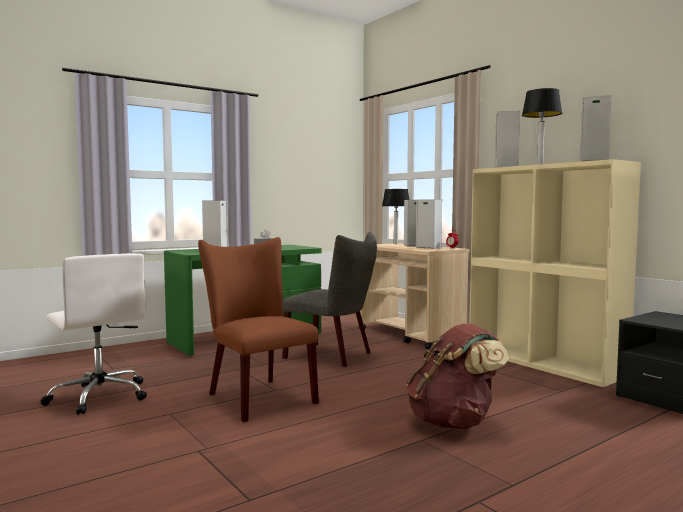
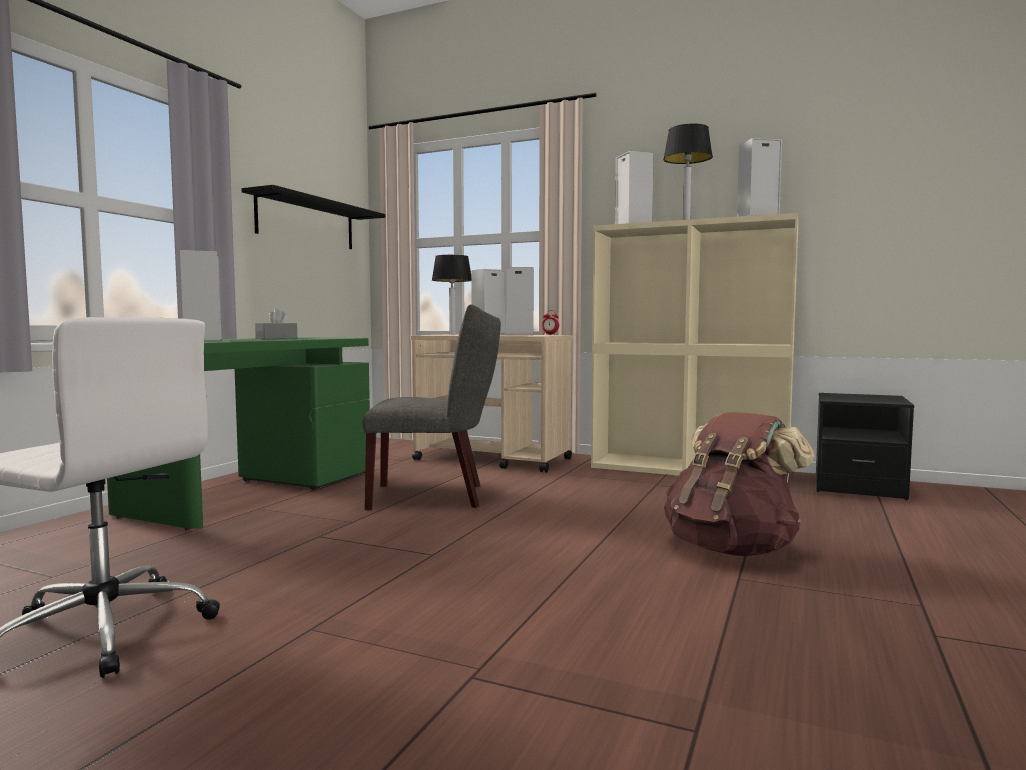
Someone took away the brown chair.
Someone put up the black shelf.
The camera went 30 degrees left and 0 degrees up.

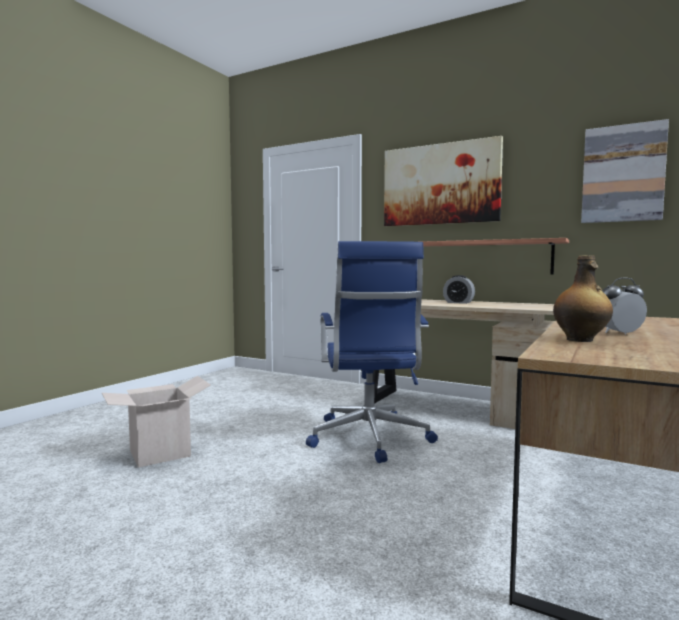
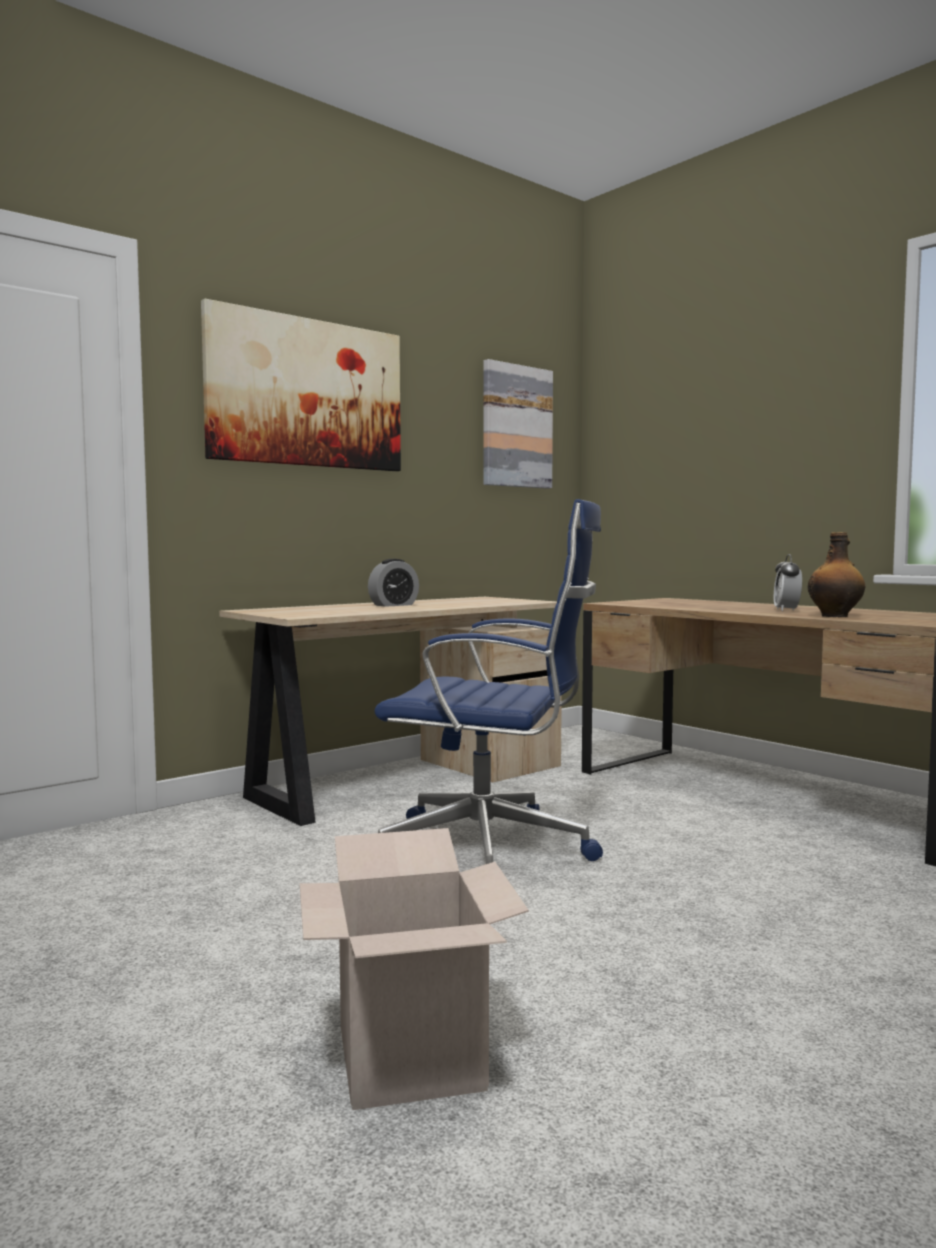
Someone took away the shelf.
The camera went 70 degrees left and 0 degrees up.

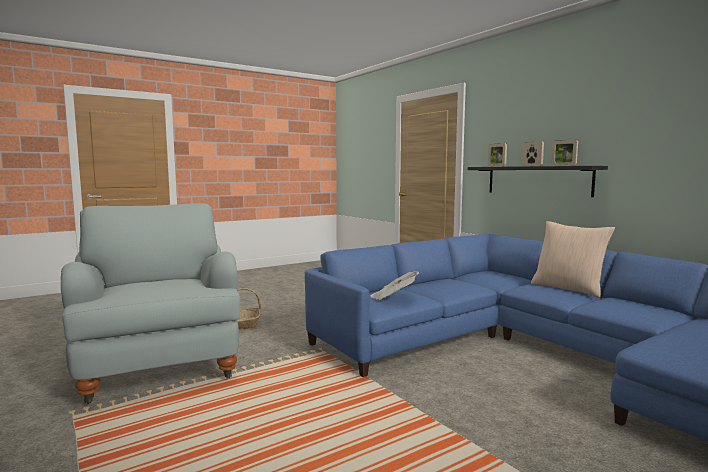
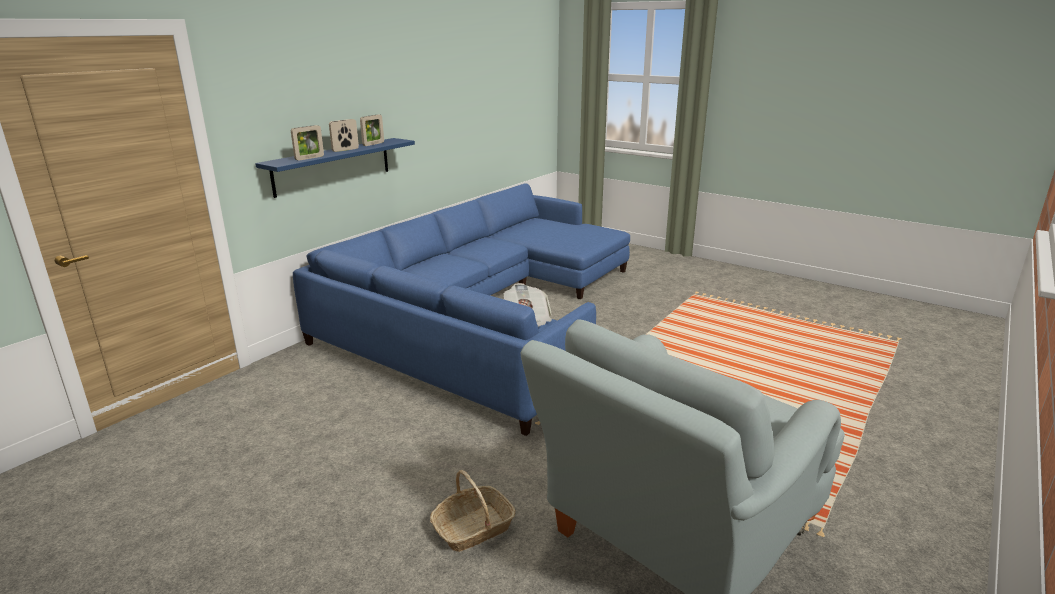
Someone repainted the black shelf, which became the blue shelf.
Someone took away the beige pillow.
The camera went 110 degrees left and 15 degrees up.

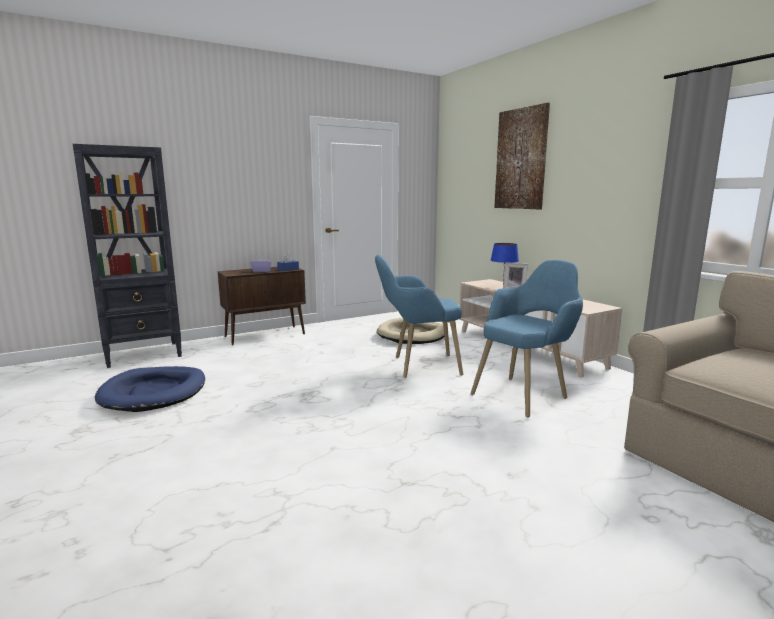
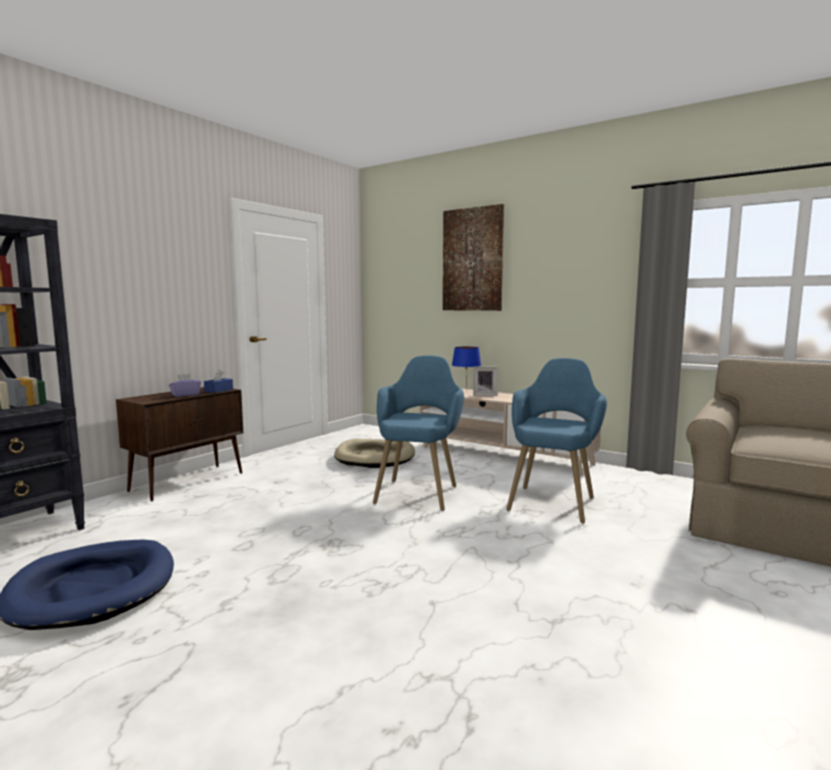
Someone rotated the blue armchair (1st from left) by 135 degrees clockwise.
The camera went 25 degrees left and 5 degrees down.

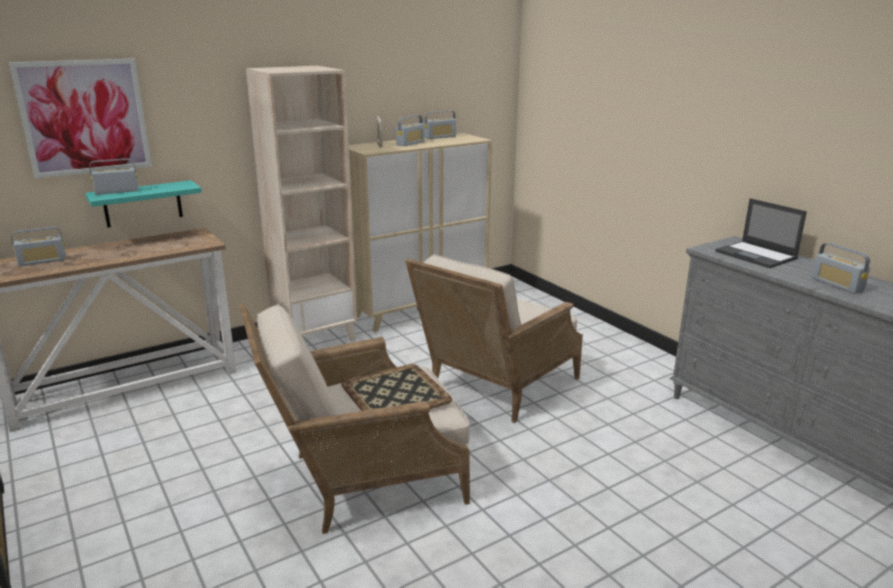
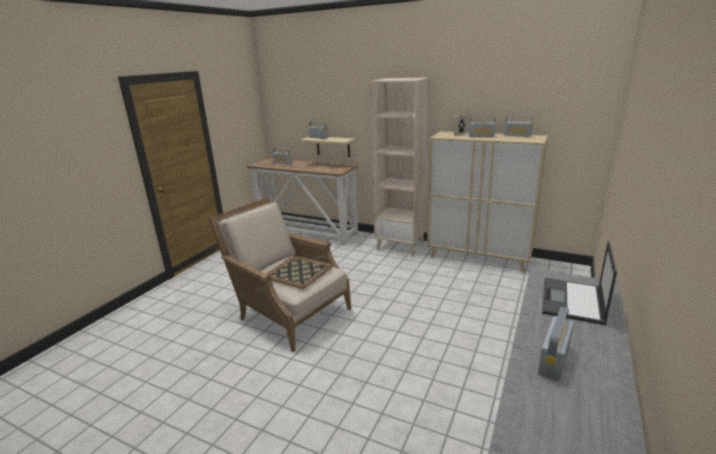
Someone took away the picture.
Someone repainted the turquoise shelf, which became the beige shelf.
Someone took away the beige armchair (2nd from left).
The camera went 60 degrees right and 0 degrees up.

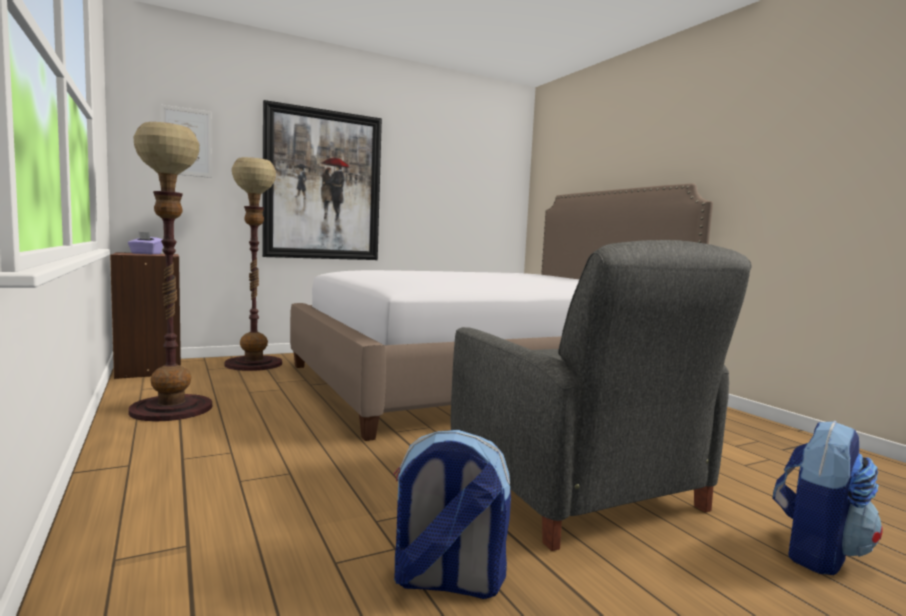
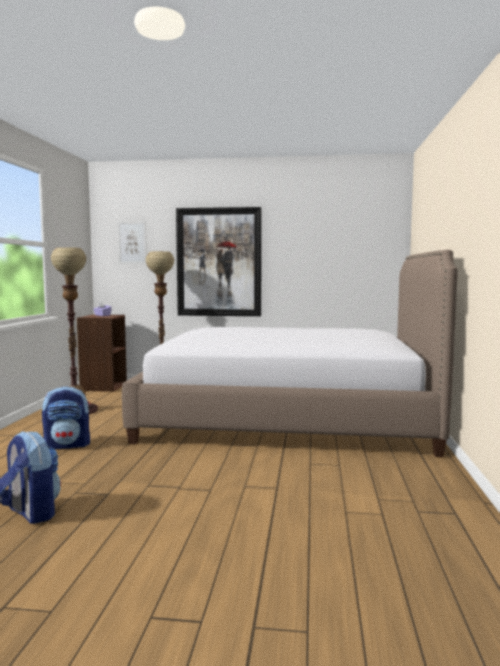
Someone took away the grey armchair.
Someone carried the backpack (2nd from left).
The camera went 35 degrees right and 0 degrees up.

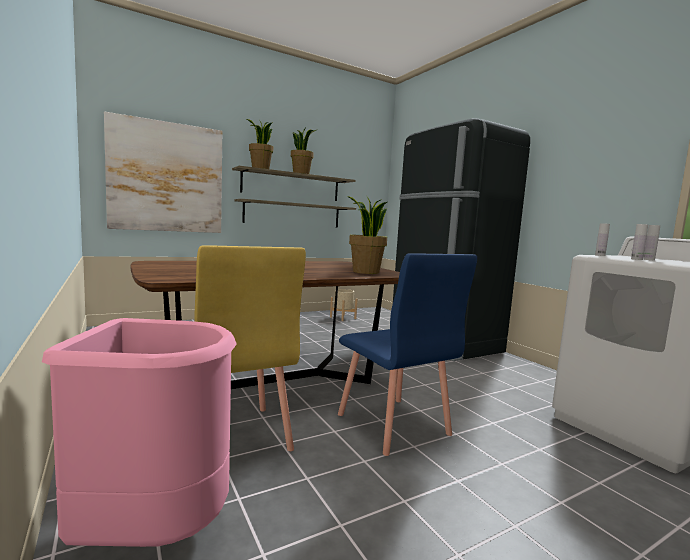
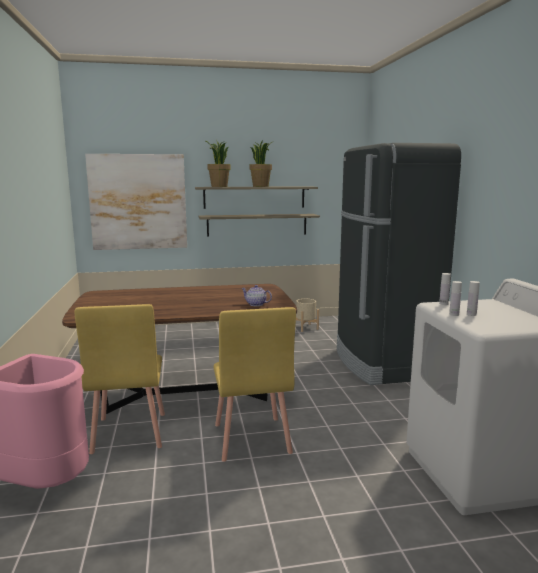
Someone swapped the potted plant (3rd from left) for the teapot.
Someone repainted the blue chair, which became the yellow chair (2nd from left).
The camera went 20 degrees right and 5 degrees up.

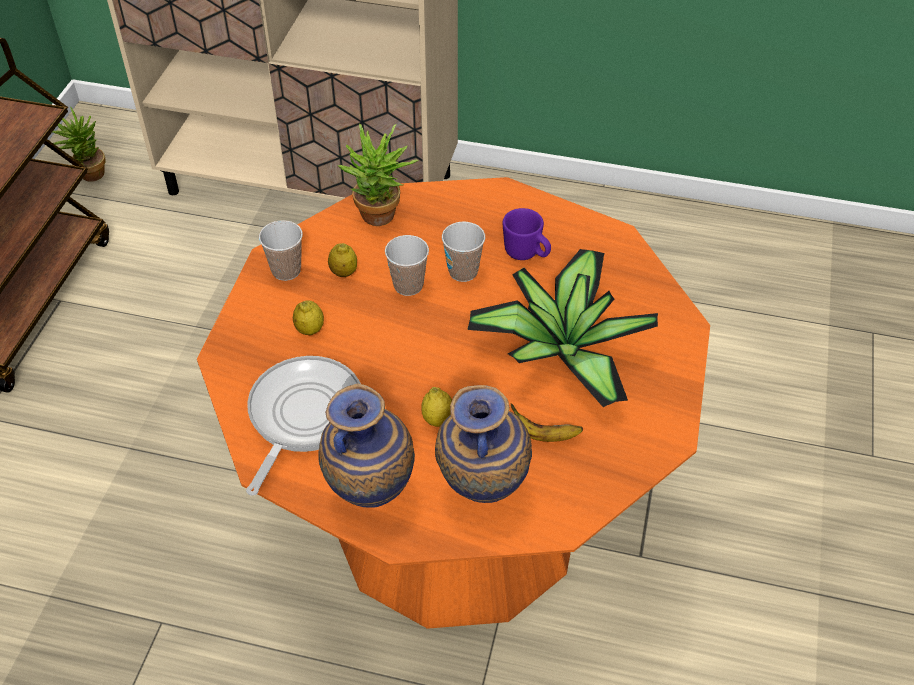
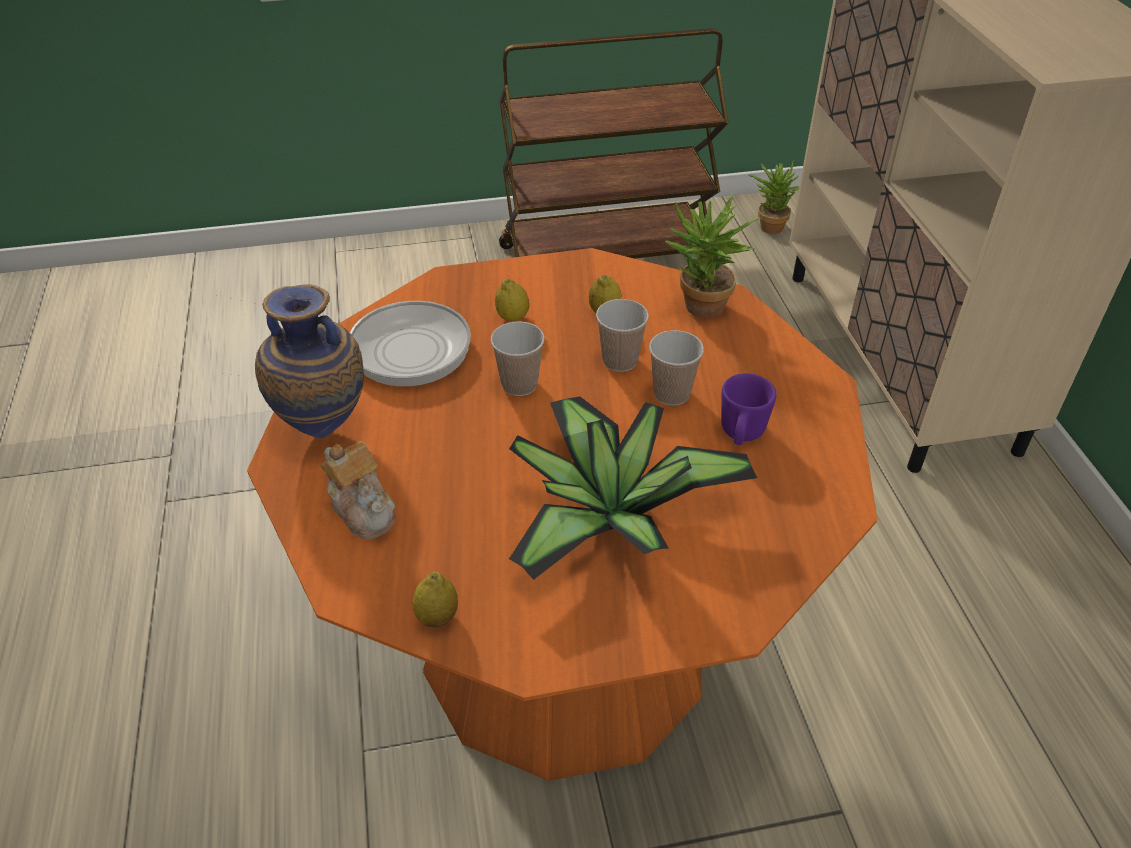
Someone carried the cup (1st from left).
Someone swapped the vase (2nd from left) for the teapot.
Someone carried the lemon (3rd from left in the first image).
Someone took away the banana.
The camera went 65 degrees right and 5 degrees down.

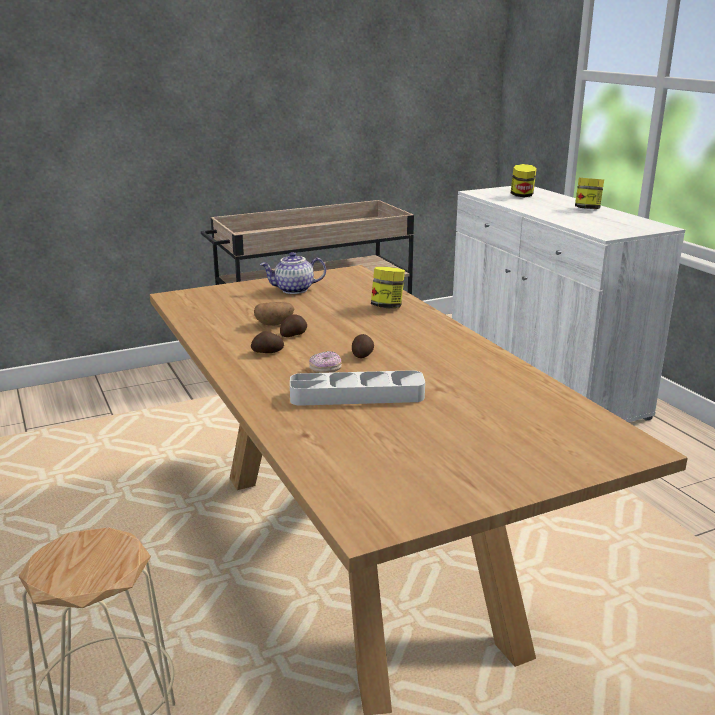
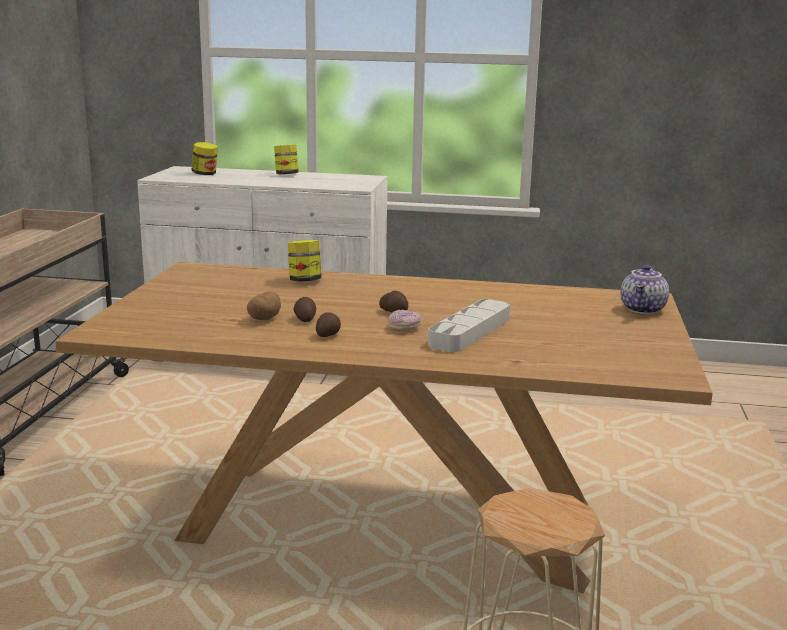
Someone carried the teapot.
The camera went 55 degrees left and 5 degrees down.

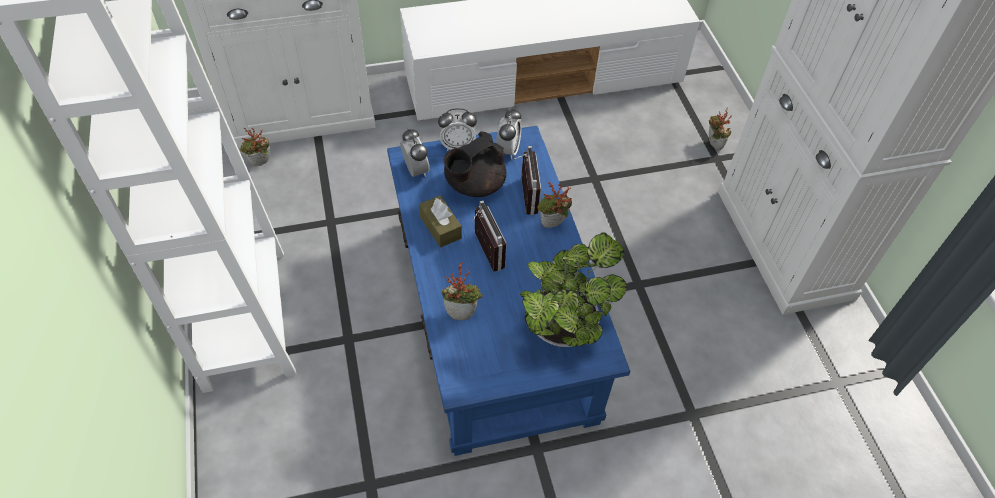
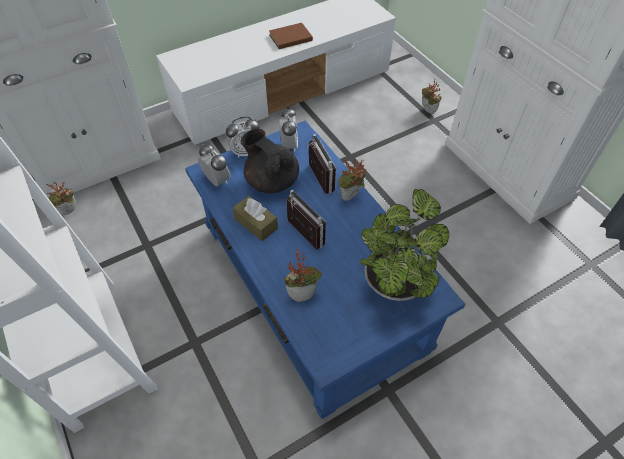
Someone rotated the black teapot by 105 degrees clockwise.
Someone put down the brown book.
The camera went 15 degrees left and 0 degrees up.

